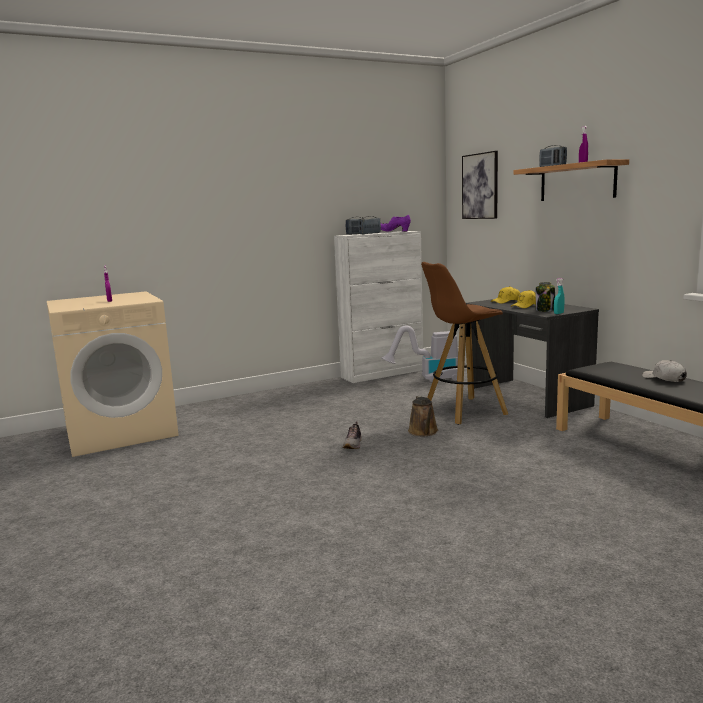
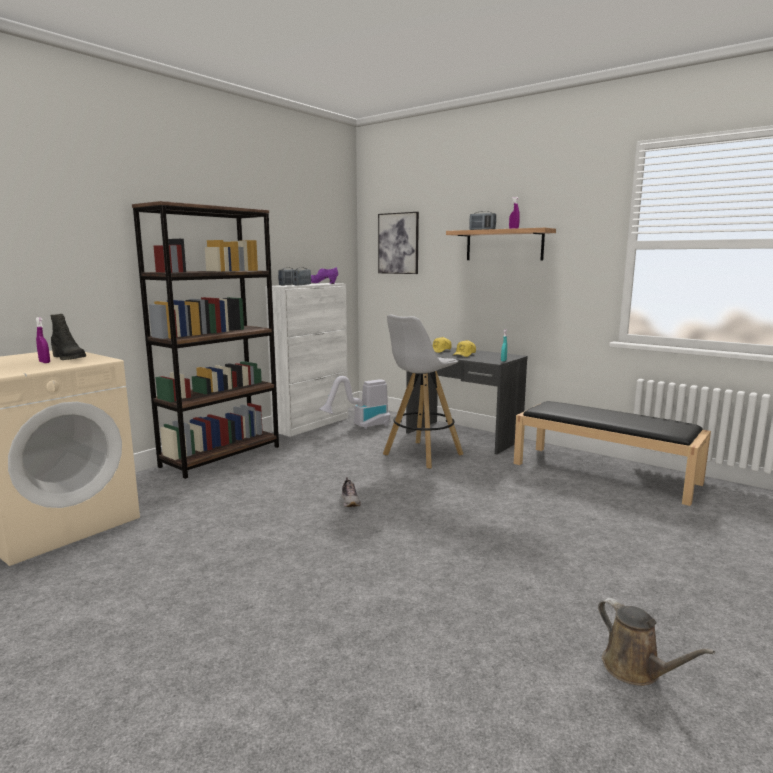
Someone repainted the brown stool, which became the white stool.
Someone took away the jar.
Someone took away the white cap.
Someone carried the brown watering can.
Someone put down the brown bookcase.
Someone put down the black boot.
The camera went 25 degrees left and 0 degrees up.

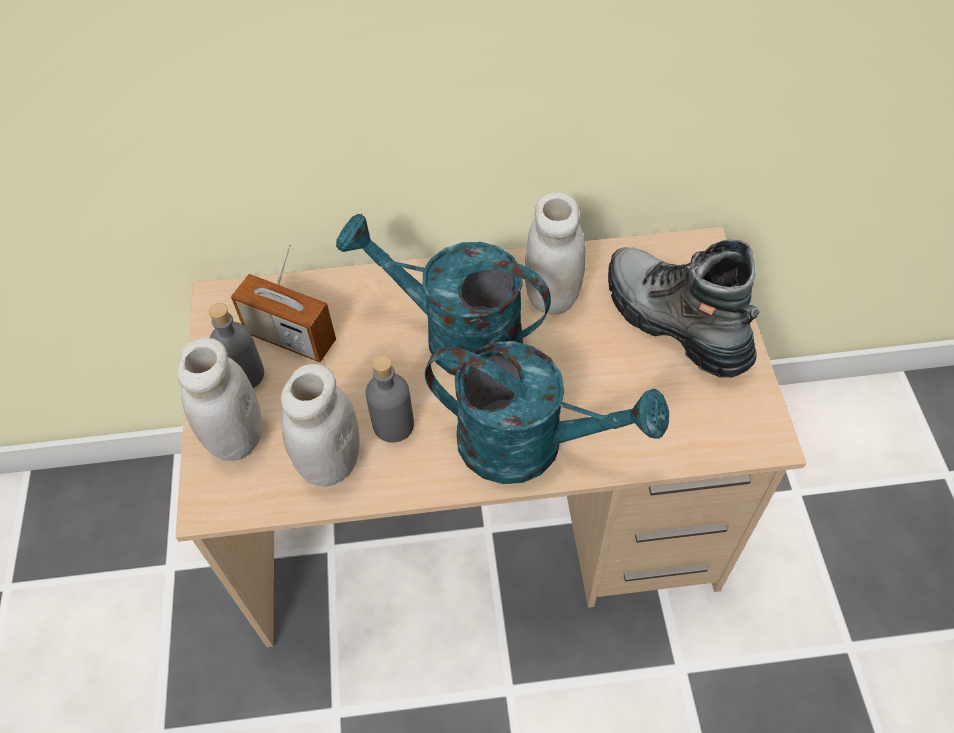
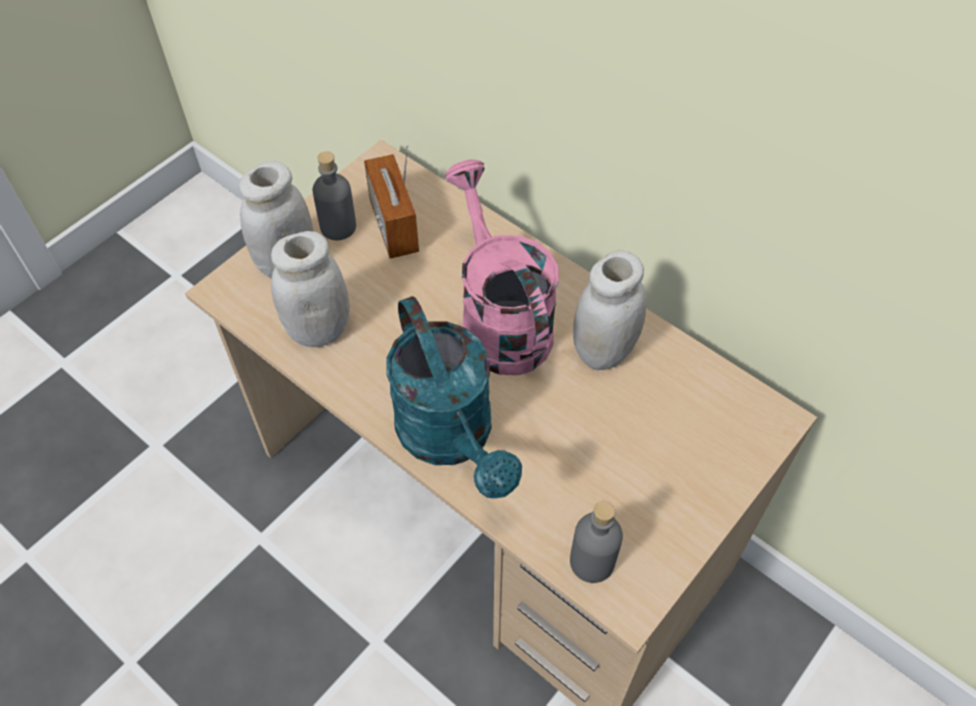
Someone repainted the turquoise watering can (1st from left), which became the pink watering can.
Someone took away the boot.
Someone carried the grey bottle (2nd from left).
The camera went 45 degrees right and 0 degrees up.

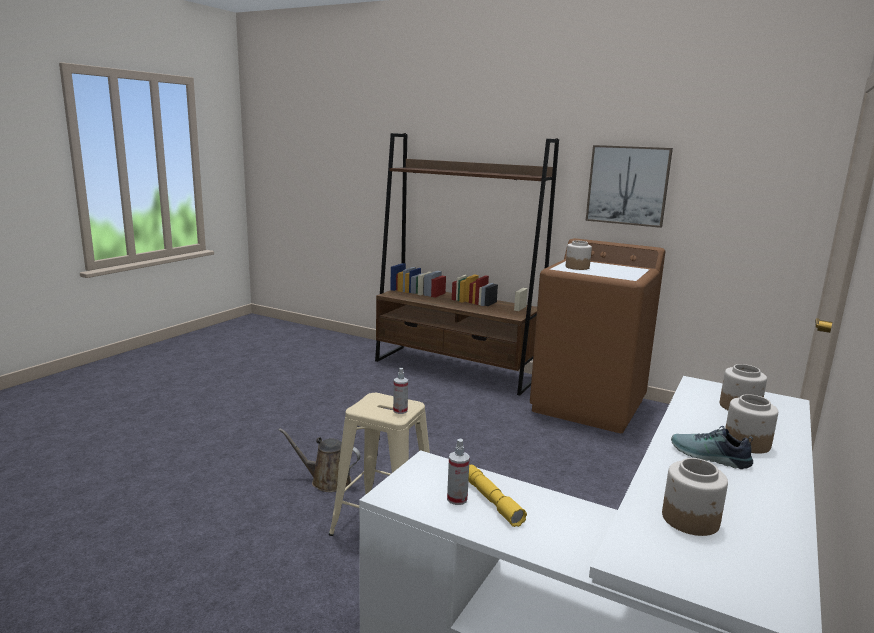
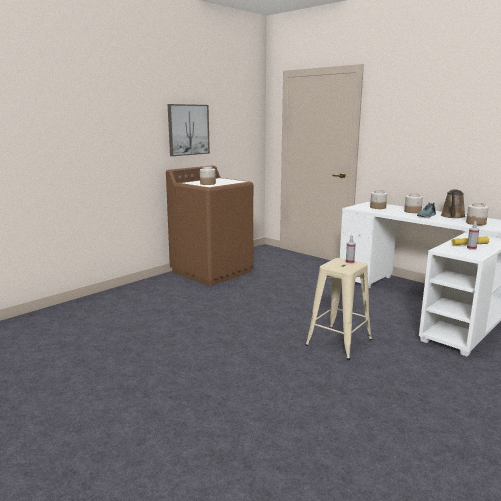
Someone took away the brown bookcase.
Someone carried the brown watering can.
The camera went 75 degrees left and 0 degrees up.

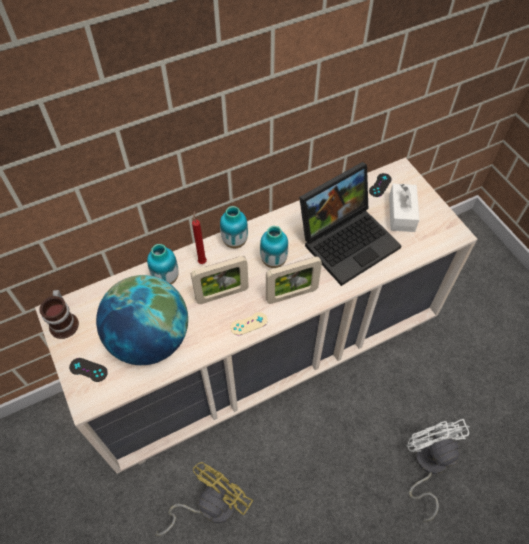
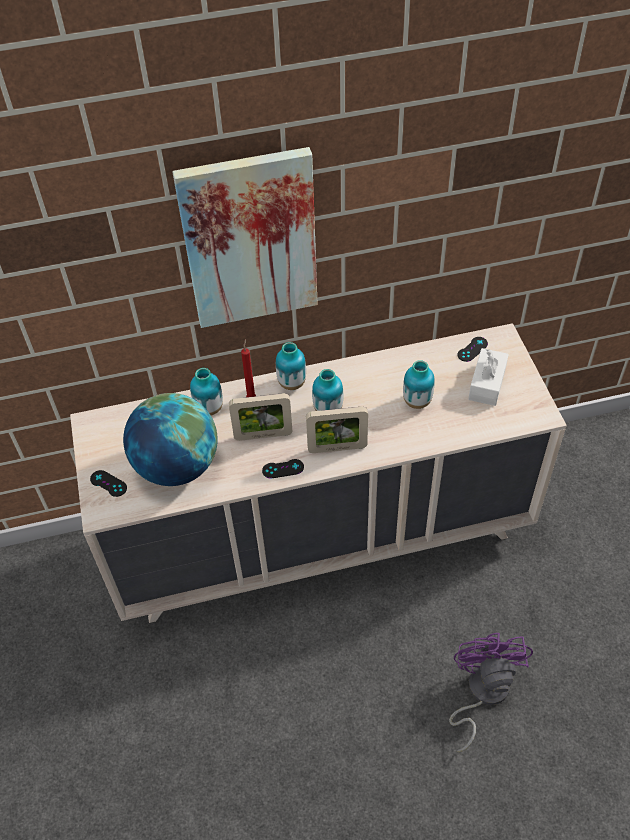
Someone swapped the laptop for the vase (4th from left).
Someone took away the mug.
Someone repainted the beige game controller, which became the black game controller (2nd from left).
Someone repainted the white fan, which became the purple fan.
Someone took away the yellow fan.
Someone put up the picture.
The camera went 15 degrees right and 5 degrees down.

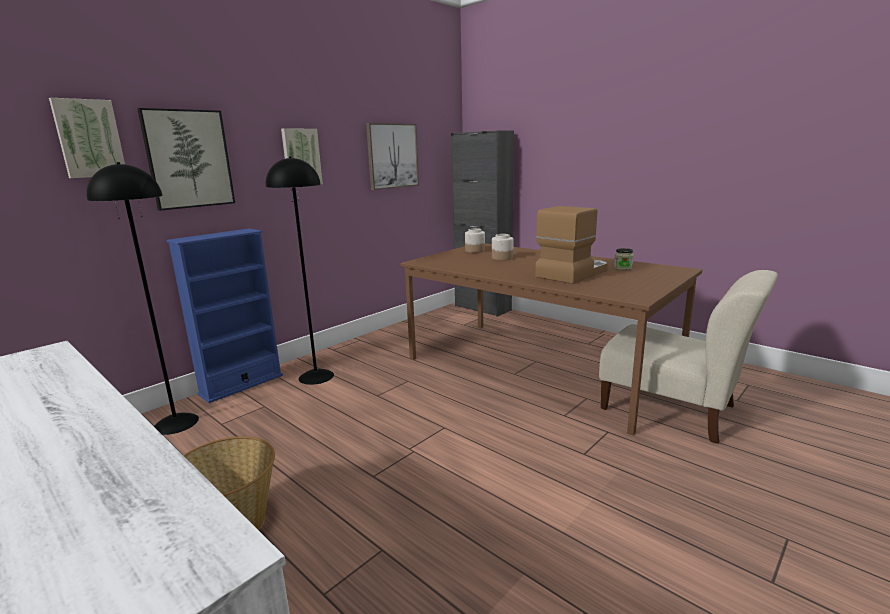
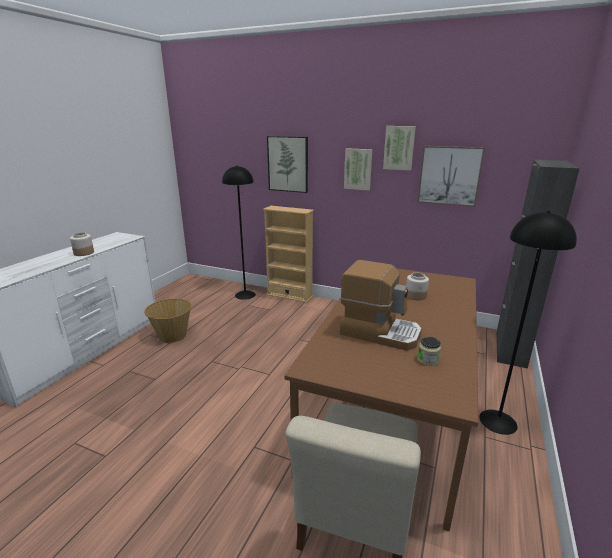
Someone carried the picture (1st from left in the first image).
Someone carried the black floor lamp (2nd from left).
Someone repainted the blue bookcase, which became the beige bookcase.
Someone carried the jar (1st from left).
The camera went 70 degrees right and 5 degrees up.

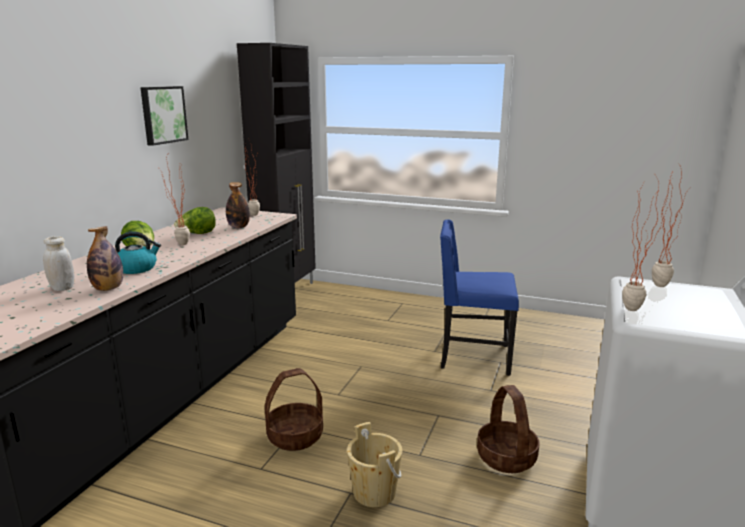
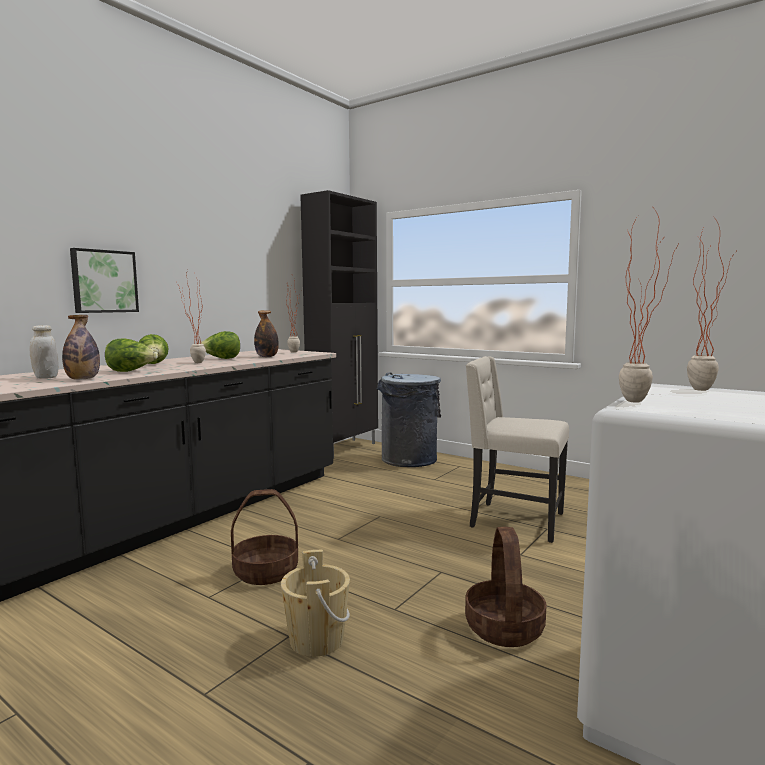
Someone carried the picture.
Someone repainted the blue chair, which became the beige chair.
Someone swapped the kettle for the lettuce (1st from left).
Someone put down the grey trash can.
The camera went 15 degrees right and 10 degrees down.

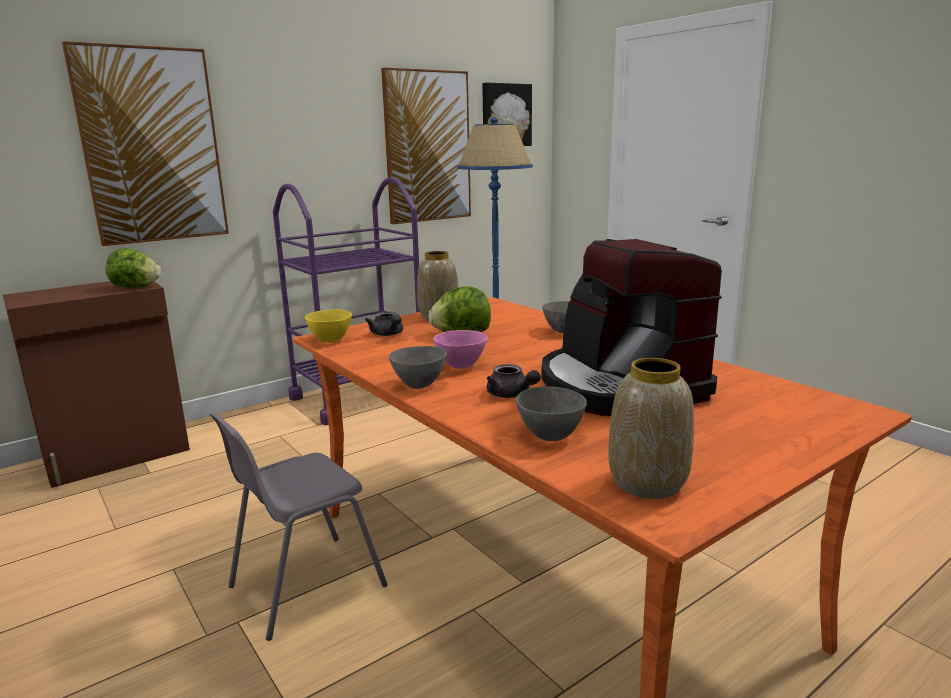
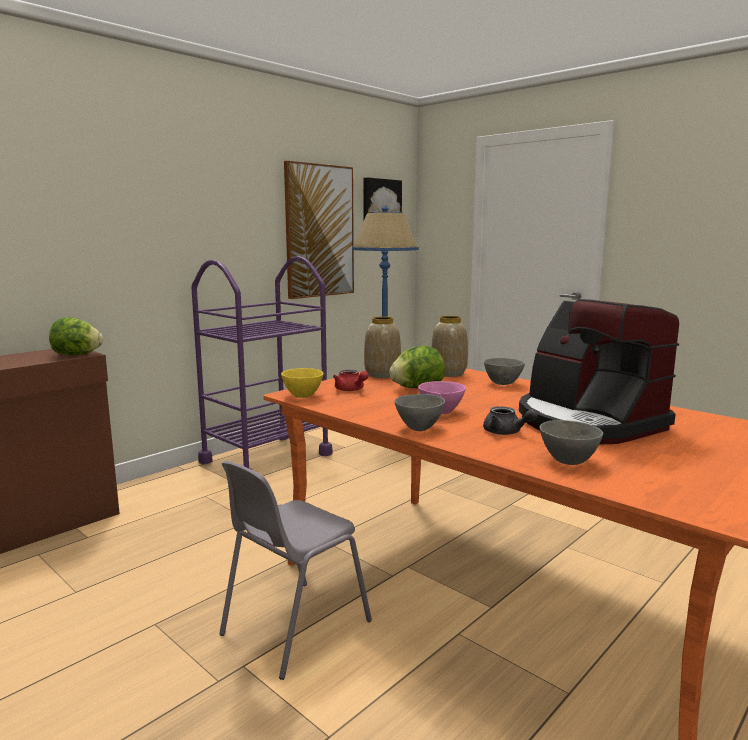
Someone took away the picture (1st from left).
Someone repainted the grey teapot (1st from left), which became the red teapot.
Someone carried the vase (2nd from left).
The camera went 10 degrees left and 5 degrees down.

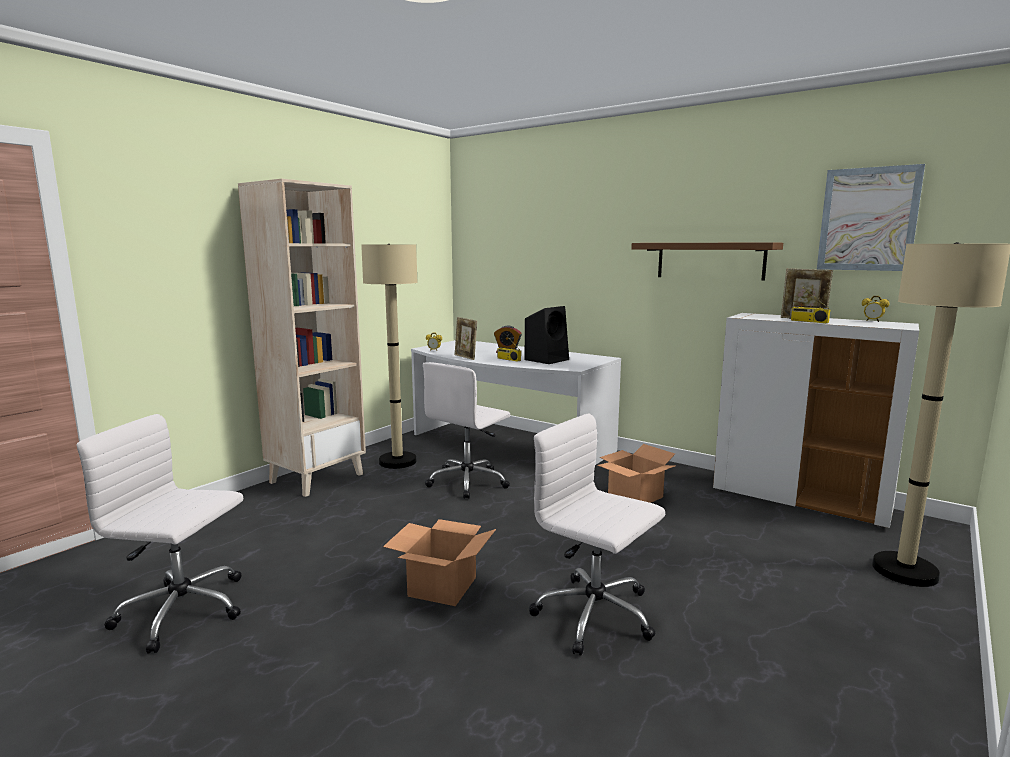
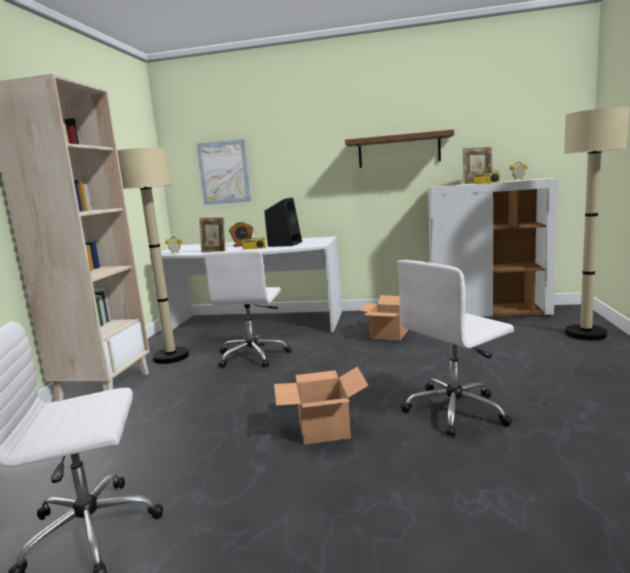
Someone carried the picture.
Someone rotated the white office chair (3rd from left) by 45 degrees counterclockwise.
The camera went 25 degrees left and 0 degrees up.

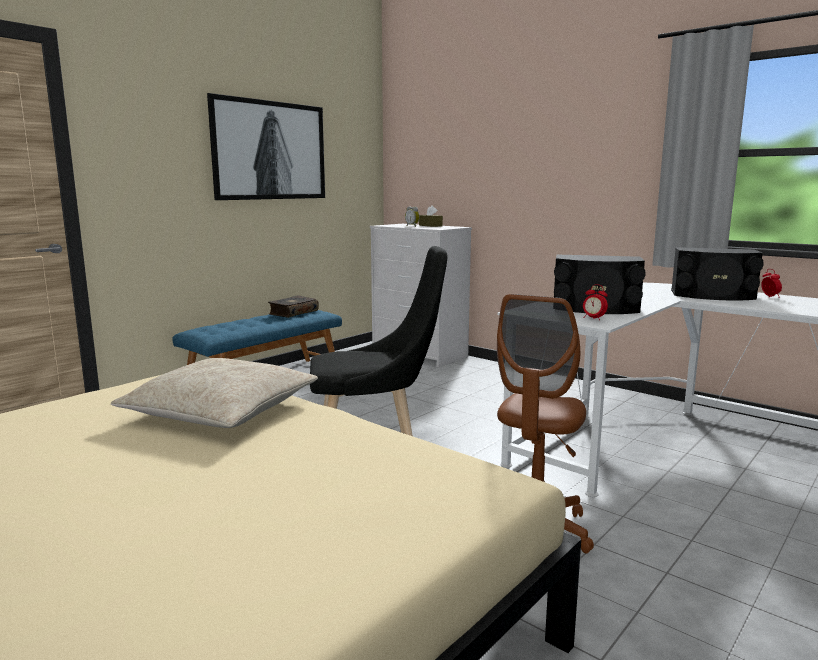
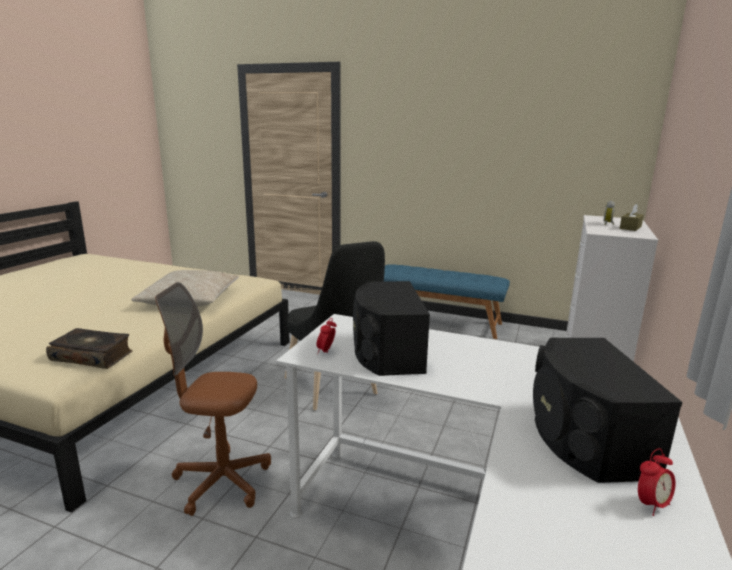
Someone took away the picture.
Someone carried the book.
The camera went 70 degrees right and 5 degrees up.

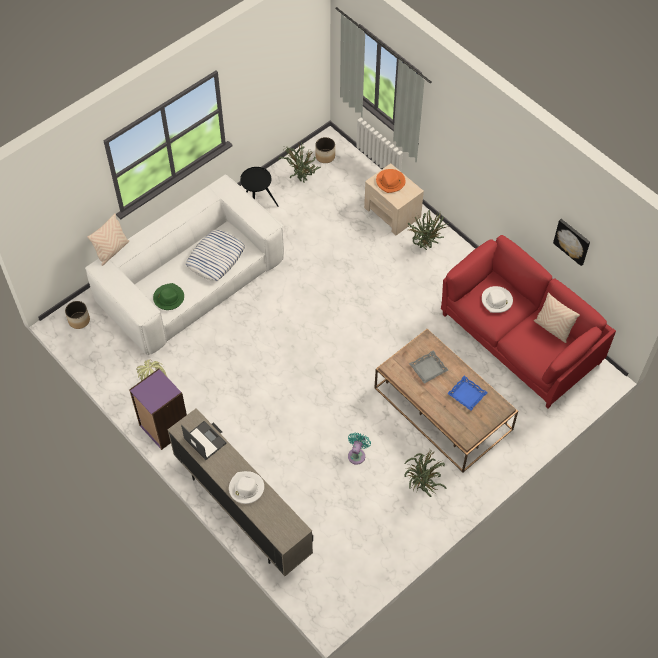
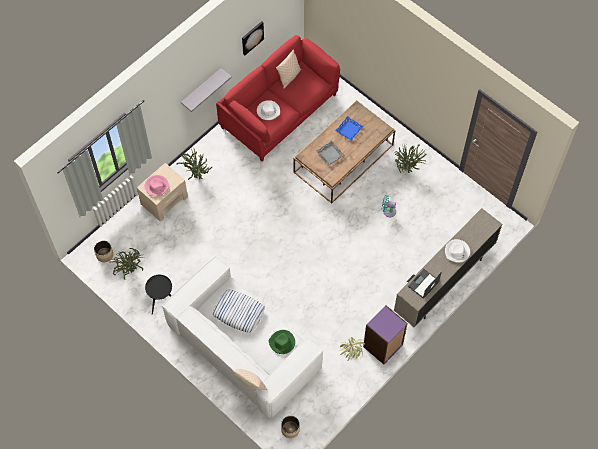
Someone repainted the orange hat, which became the pink hat.
Someone put up the grey shelf.
The camera went 95 degrees left and 5 degrees up.

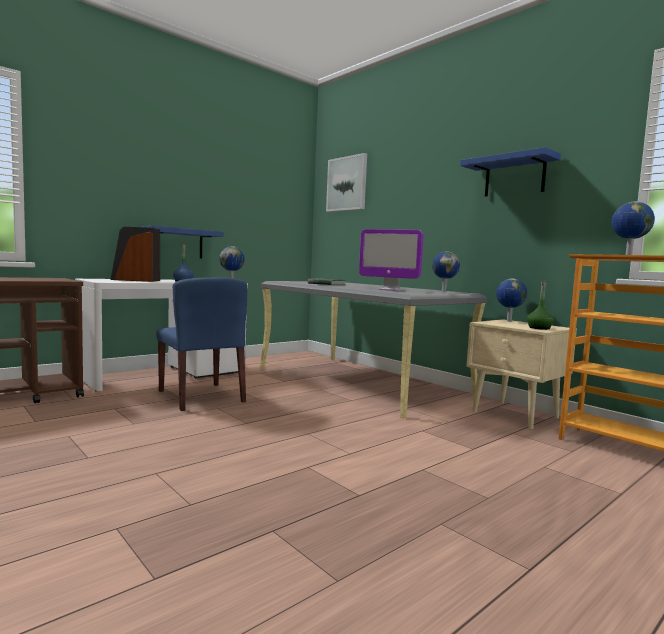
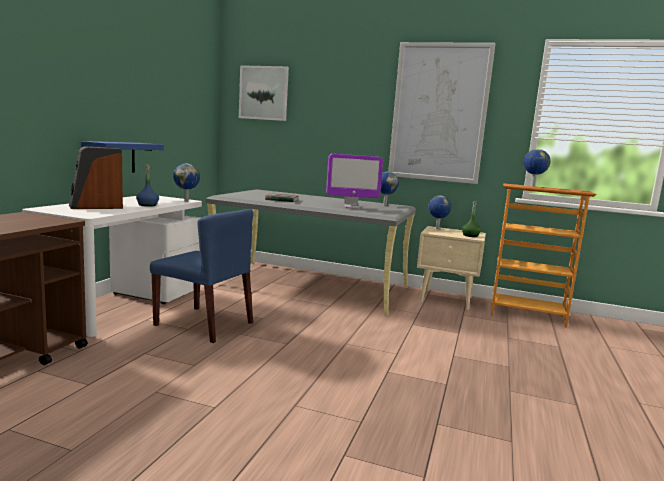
Someone swapped the blue shelf (2nd from left) for the picture (2nd from left).
The camera went 30 degrees left and 5 degrees up.

